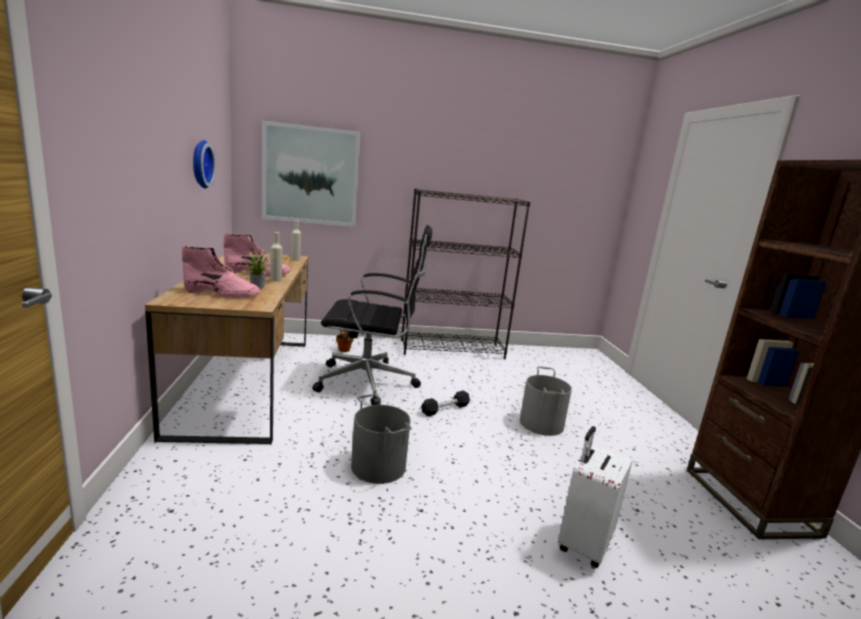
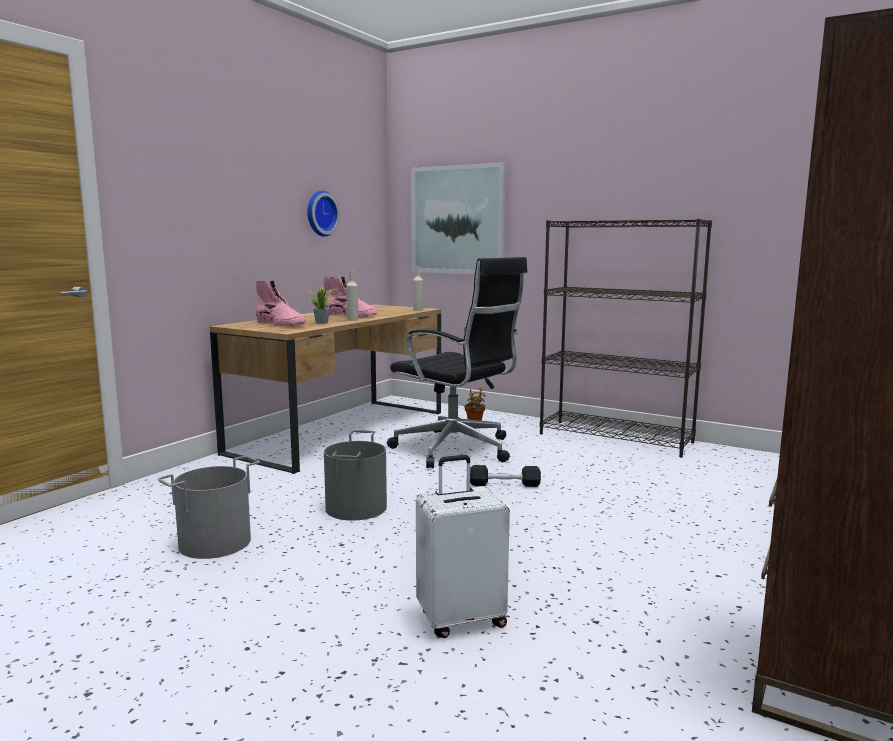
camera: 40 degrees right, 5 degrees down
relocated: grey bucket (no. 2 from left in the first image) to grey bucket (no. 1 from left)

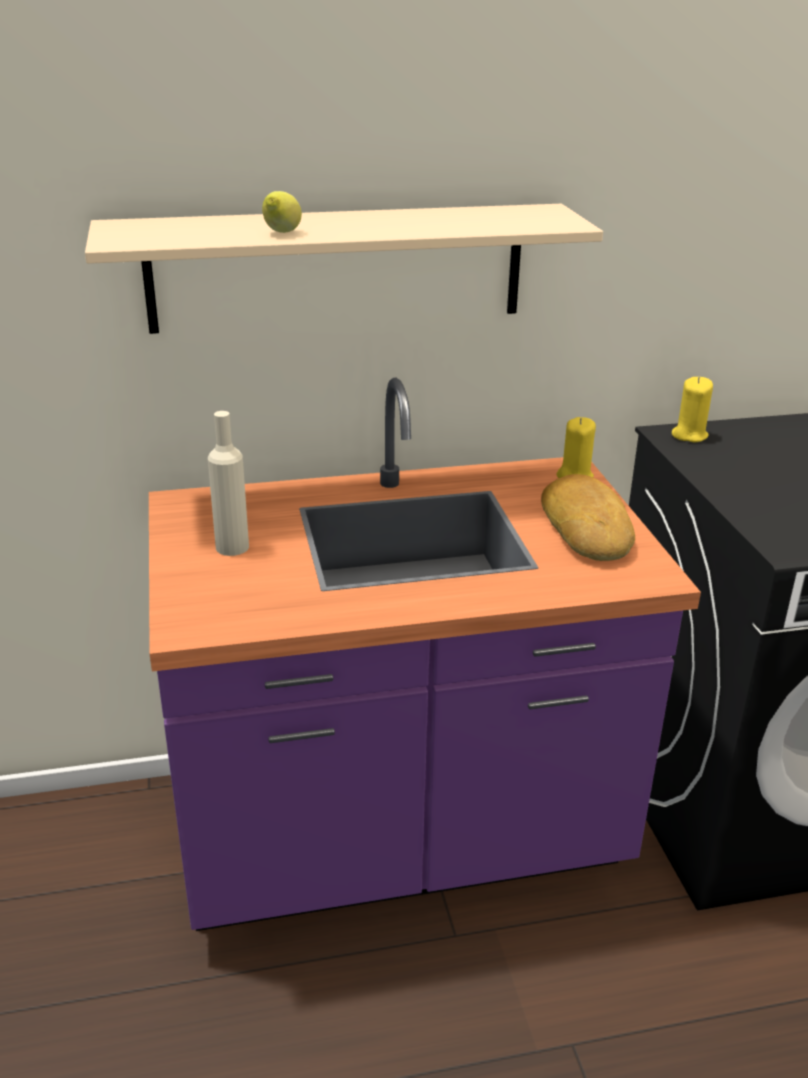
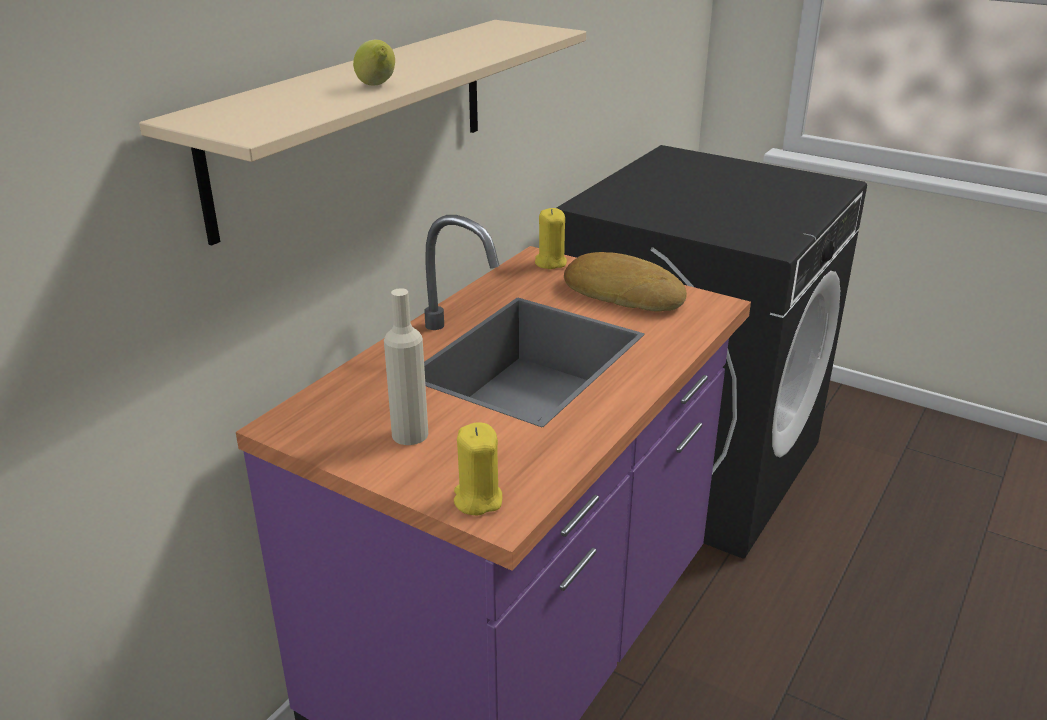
camera: 45 degrees left, 0 degrees up
relocated: yellow candle (no. 2 from left in the first image) to yellow candle (no. 1 from left)

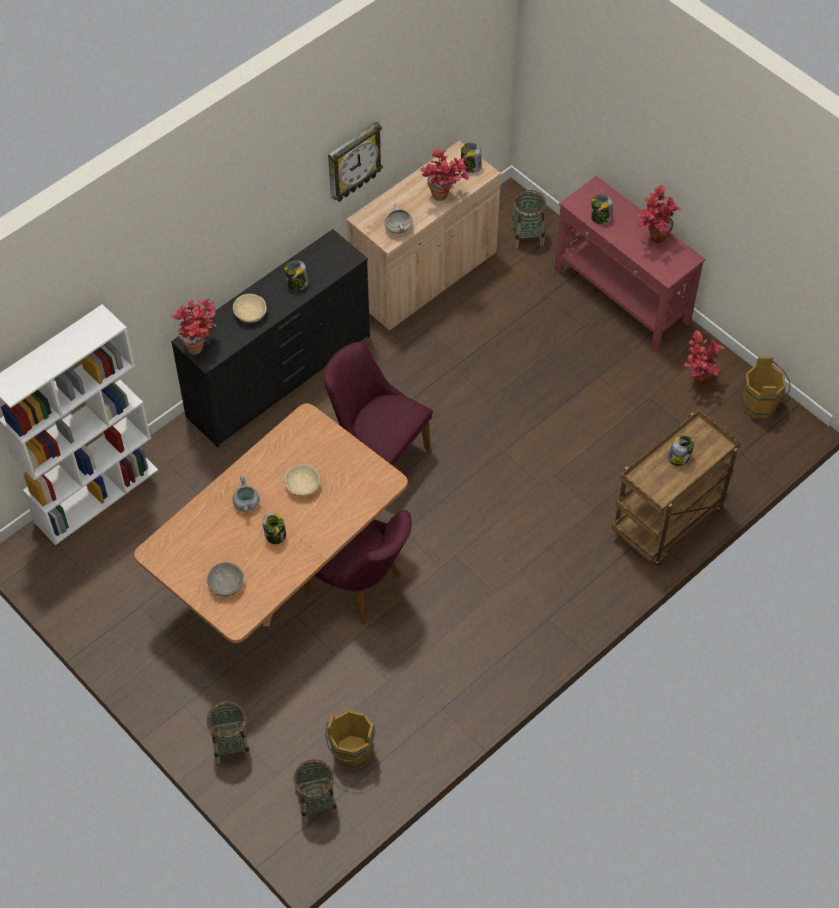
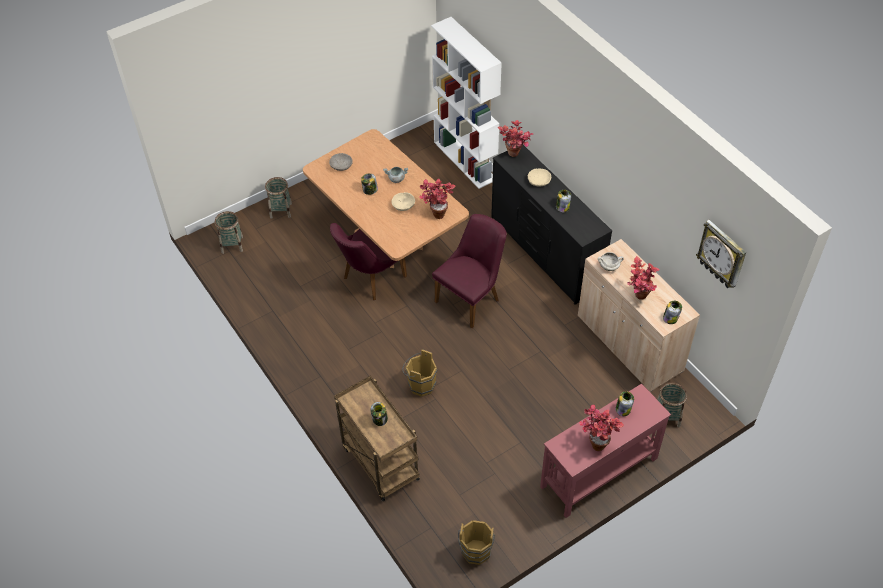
camera: 100 degrees right, 5 degrees down
relocated: brown bucket (no. 1 from left); wall clock; potted plant (no. 4 from left in the first image) to potted plant (no. 1 from left)

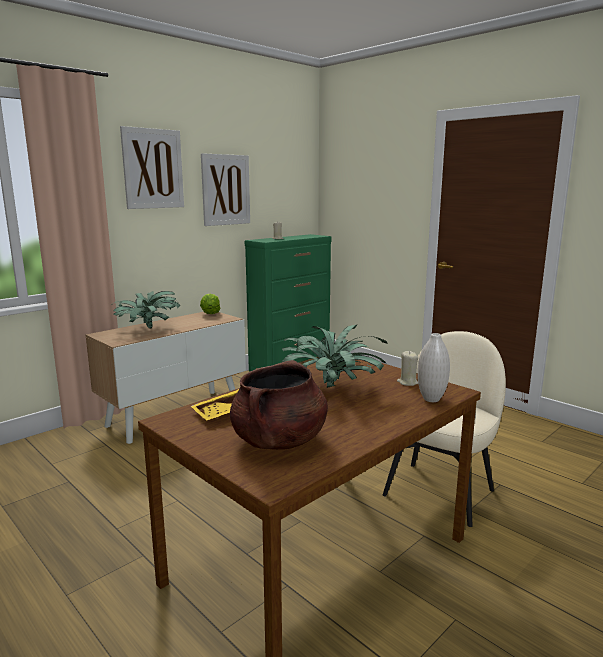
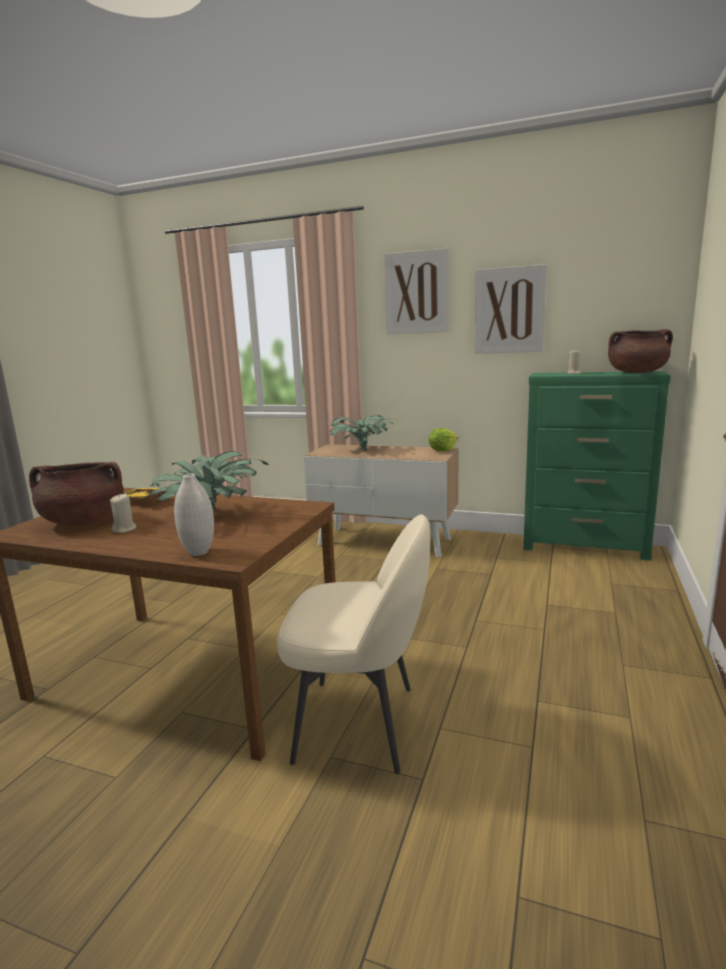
camera: 65 degrees right, 0 degrees up
appeared: brown cooking pot (no. 2 from left)
relocated: beige candle (no. 2 from left in the first image) to beige candle (no. 1 from left)

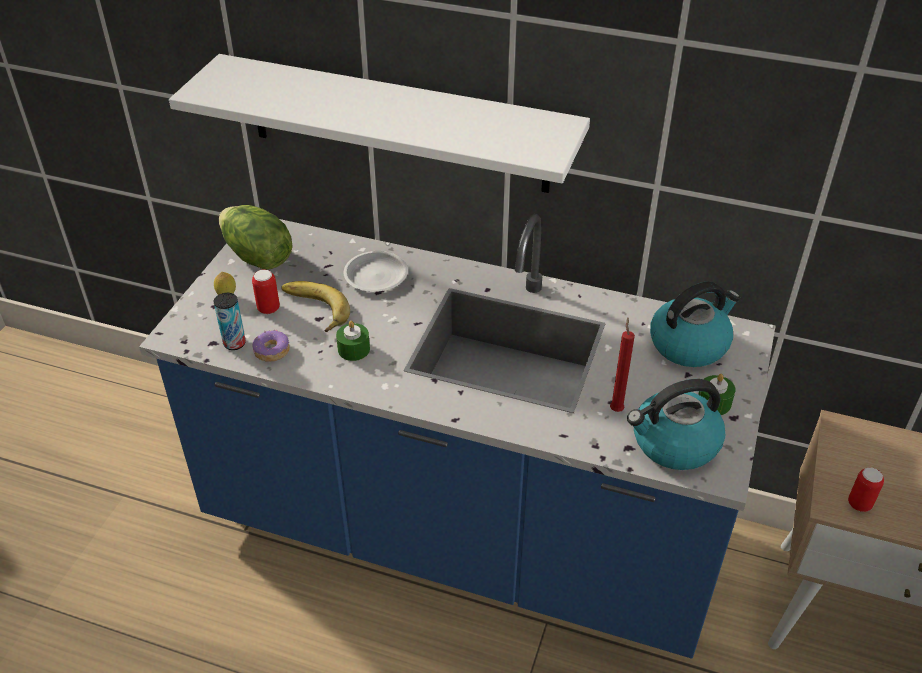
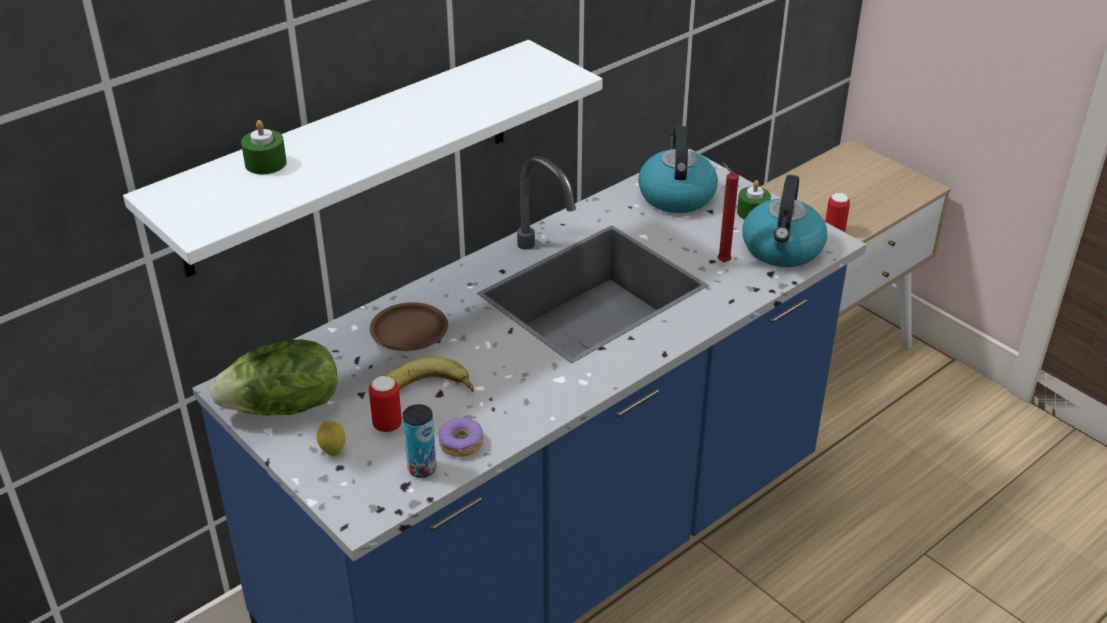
camera: 60 degrees left, 5 degrees down
relocated: green candle (no. 1 from left)
colour: white plate to brown plate

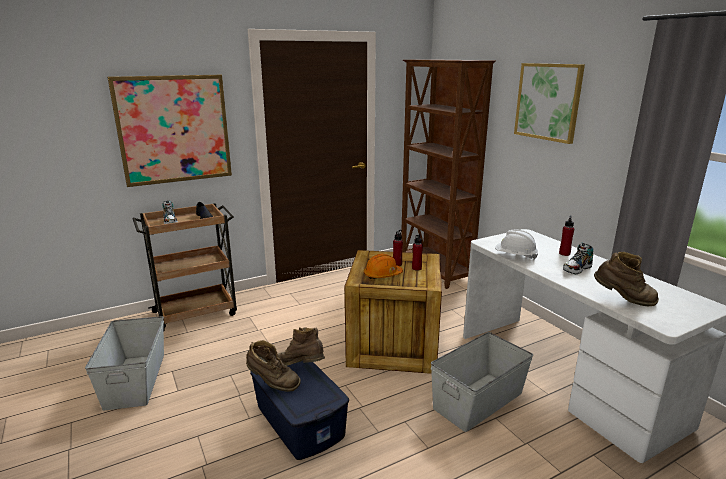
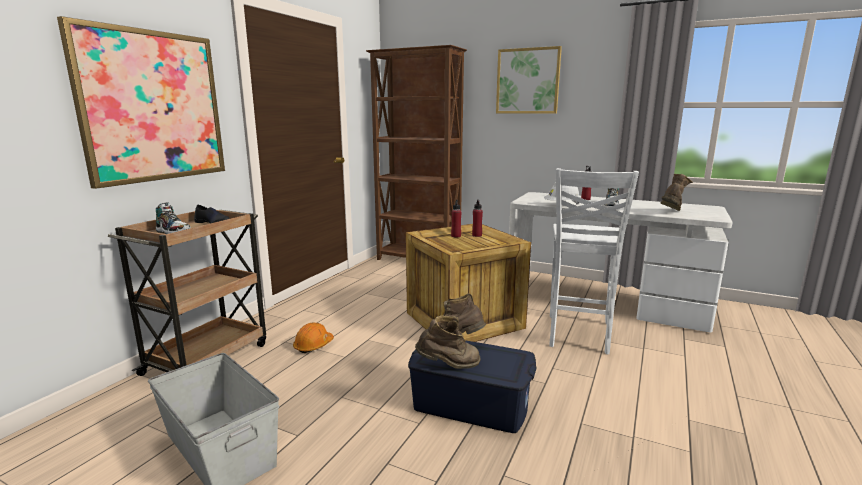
camera: 35 degrees left, 5 degrees down
relocated: orange hard hat
exchanged: grey storage box (no. 2 from left) to white chair
spun: brown boot (no. 3 from left) 45 degrees counterclockwise

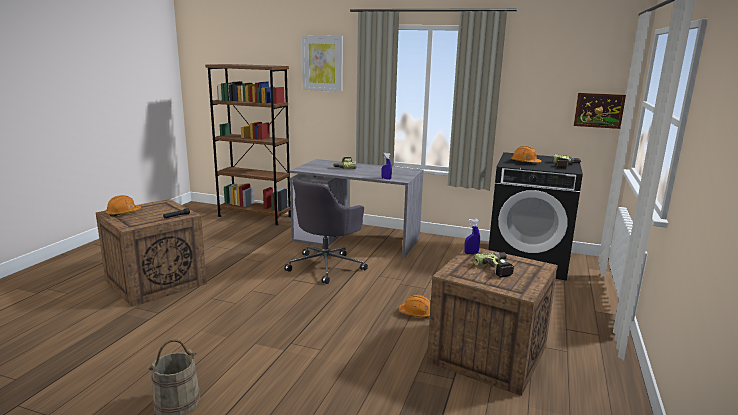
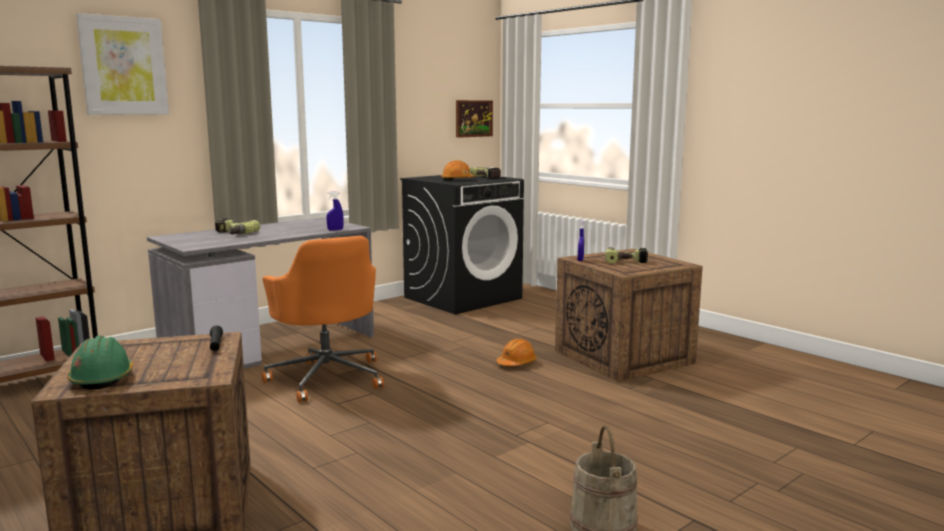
camera: 60 degrees left, 5 degrees down
colour: orange hard hat (no. 1 from left) to green hard hat; grey office chair to orange office chair

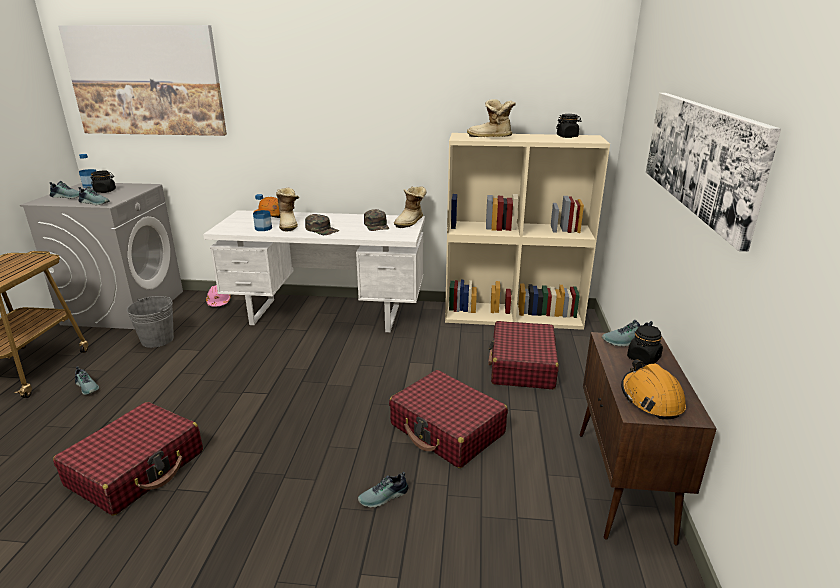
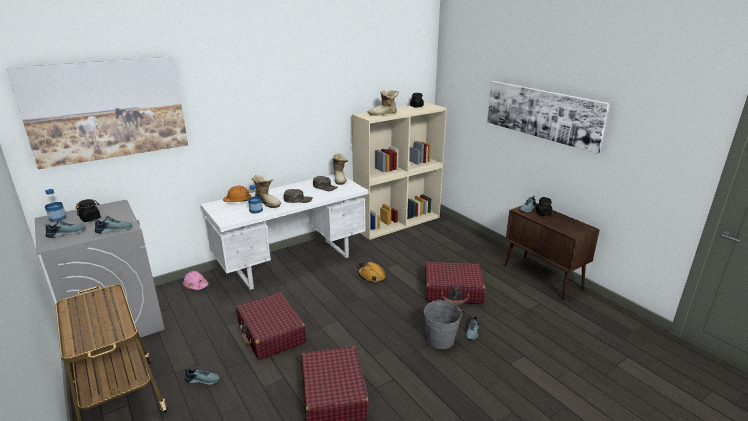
camera: 40 degrees left, 0 degrees up
relocated: grey bucket; red suitcase (no. 3 from left in the first image) to red suitcase (no. 1 from left); orange hard hat (no. 2 from left)

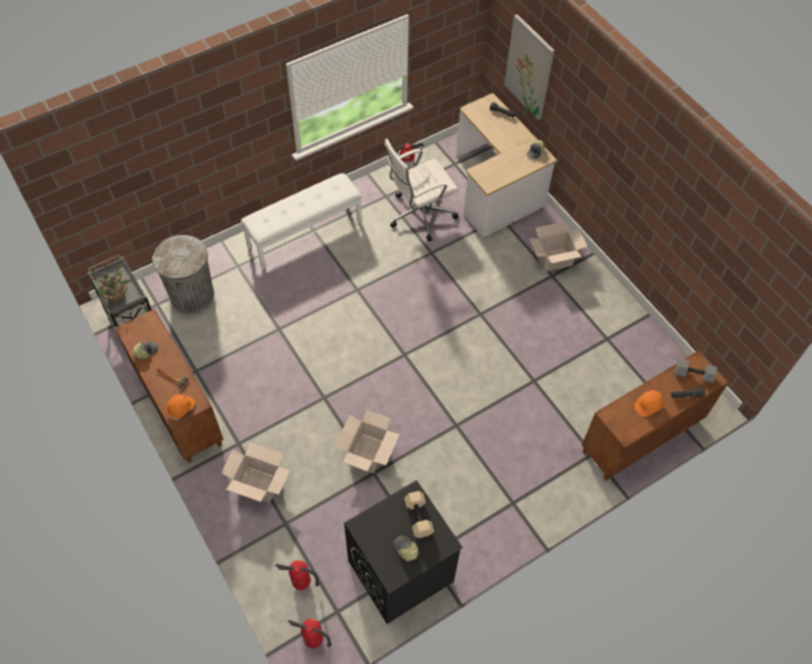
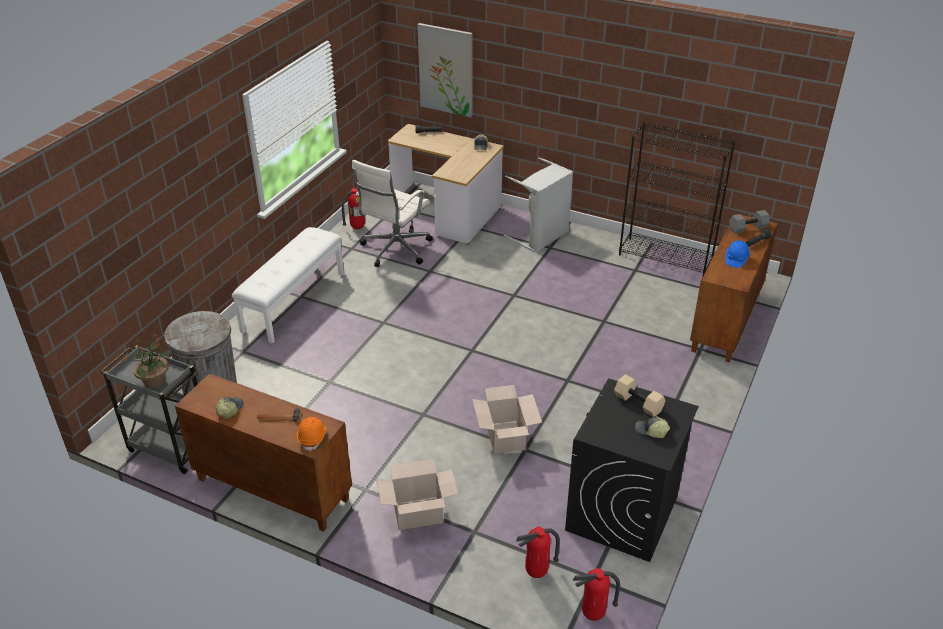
camera: 30 degrees left, 20 degrees down
appeared: black bookcase
exchanged: cardboard box (no. 3 from left) to grey laundry basket
colour: orange hard hat (no. 2 from left) to blue hard hat

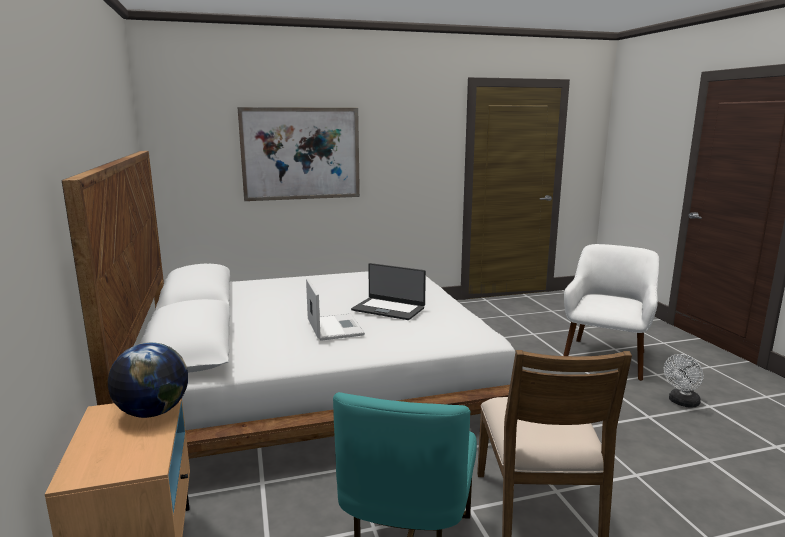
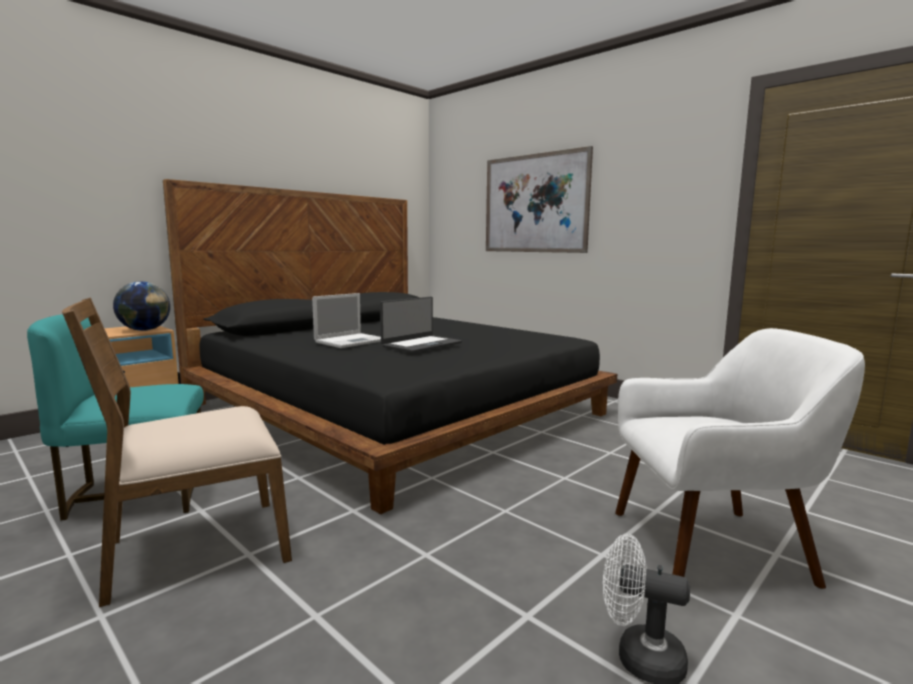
camera: 60 degrees right, 5 degrees down
colour: white bed to black bed
spun: laptop (no. 2 from left) 135 degrees counterclockwise

